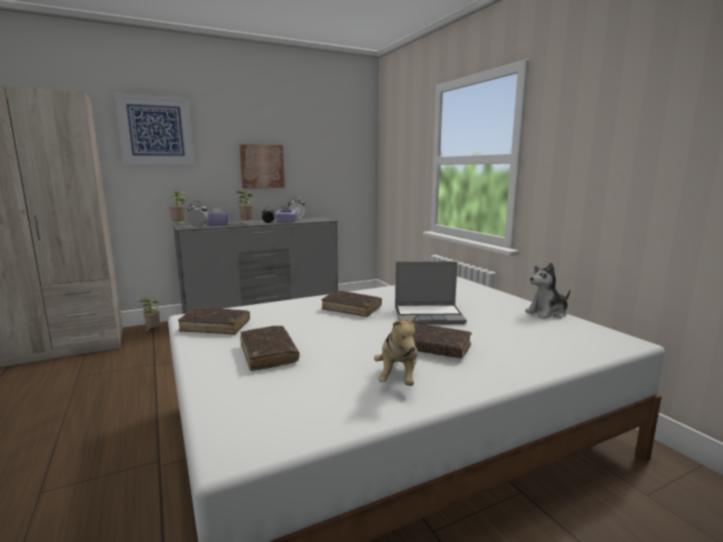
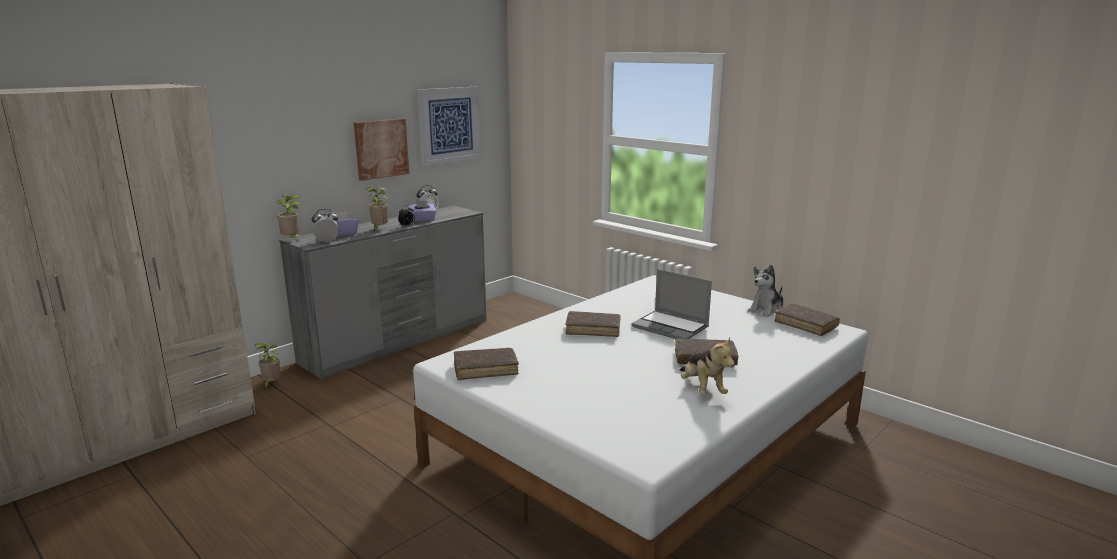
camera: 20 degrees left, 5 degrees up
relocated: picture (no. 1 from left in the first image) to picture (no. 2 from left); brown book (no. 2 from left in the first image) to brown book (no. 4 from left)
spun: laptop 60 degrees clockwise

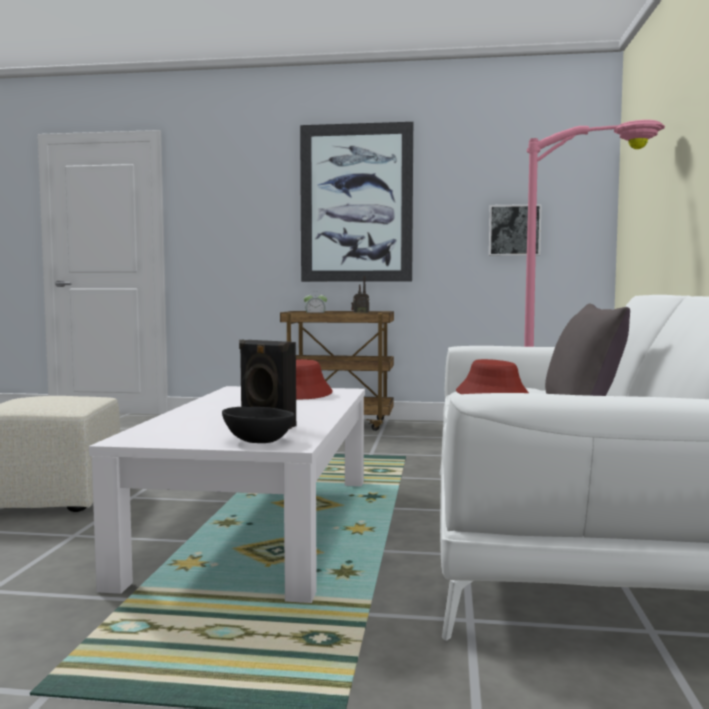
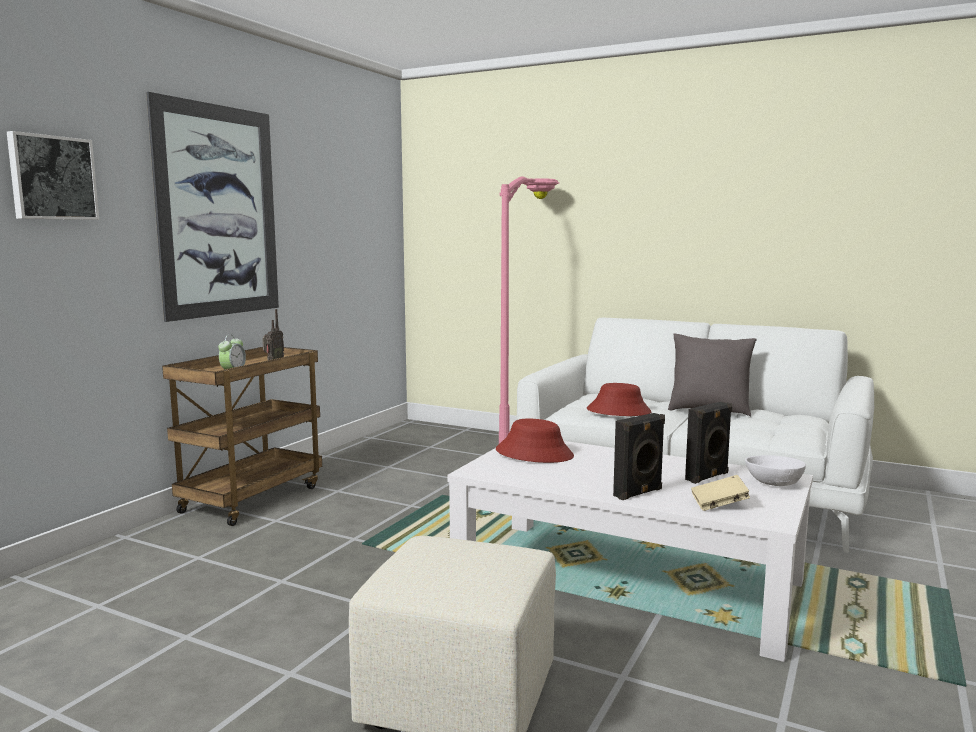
camera: 70 degrees left, 5 degrees up
appeared: black speaker (no. 1 from left); beige book
relocated: picture (no. 2 from left in the first image) to picture (no. 1 from left)
colour: black bowl to white bowl

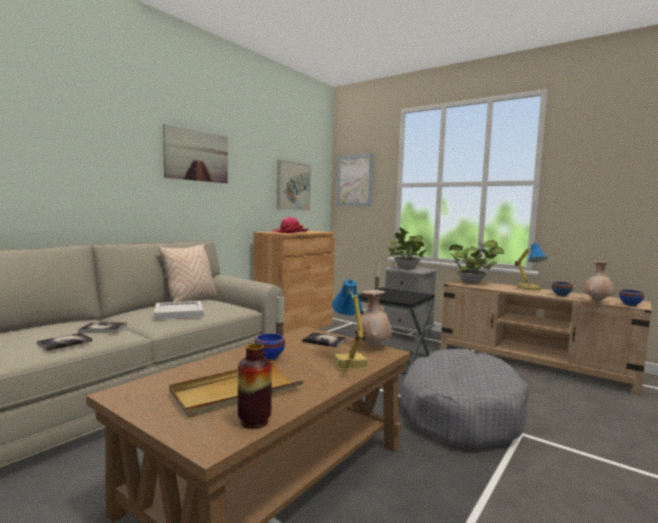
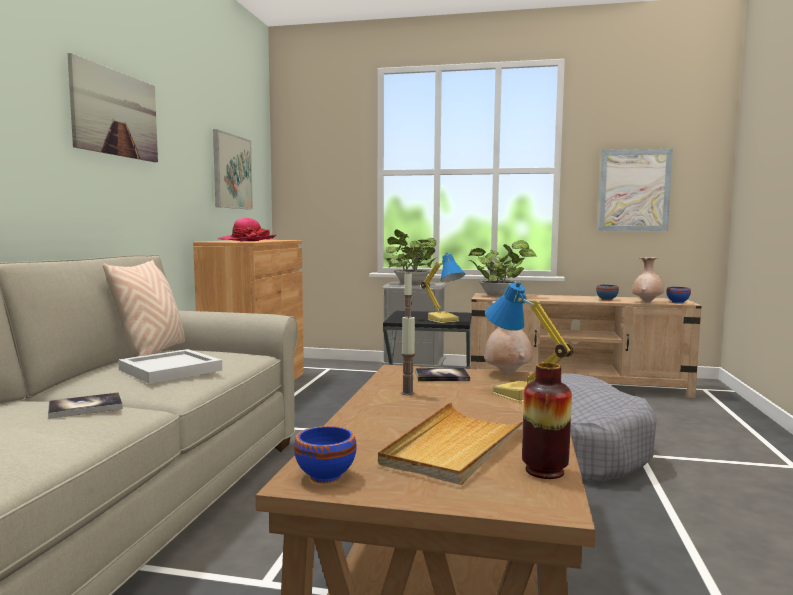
camera: 25 degrees left, 0 degrees up
missing: book (no. 1 from left)
relocated: blue bowl (no. 1 from left); picture (no. 3 from left); table lamp (no. 2 from left in the first image) to table lamp (no. 1 from left)

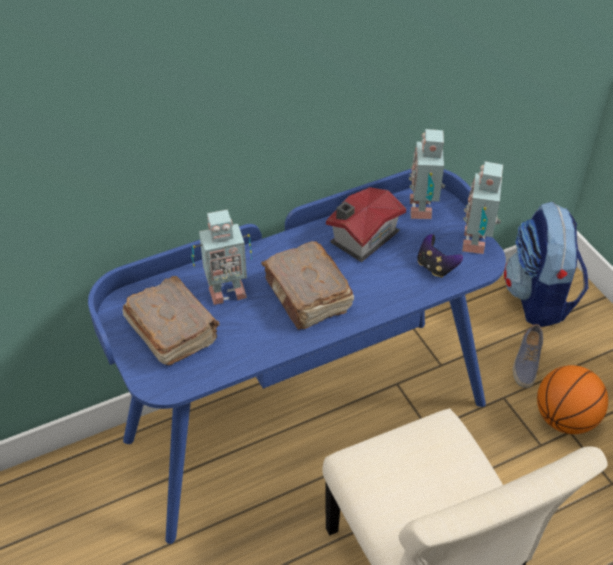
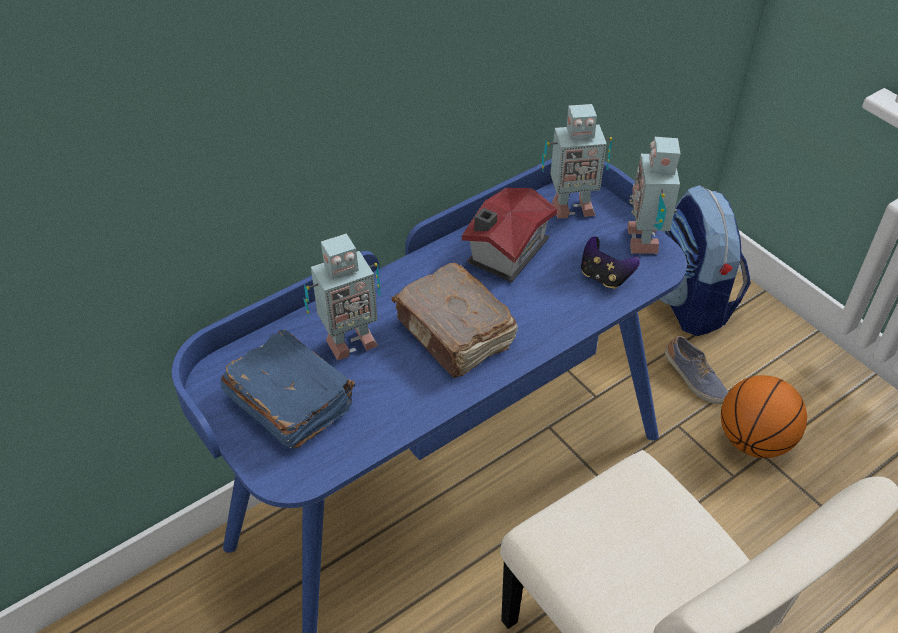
camera: 10 degrees left, 0 degrees up
colour: brown book (no. 1 from left) to blue book
spun: toy robot (no. 2 from left) 90 degrees counterclockwise; shoe 45 degrees counterclockwise

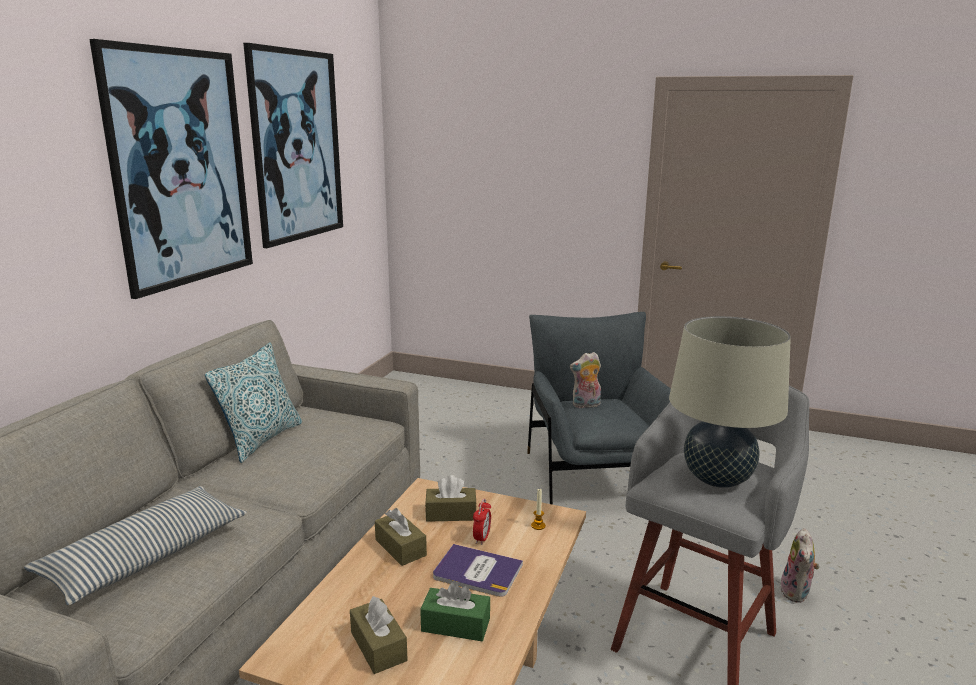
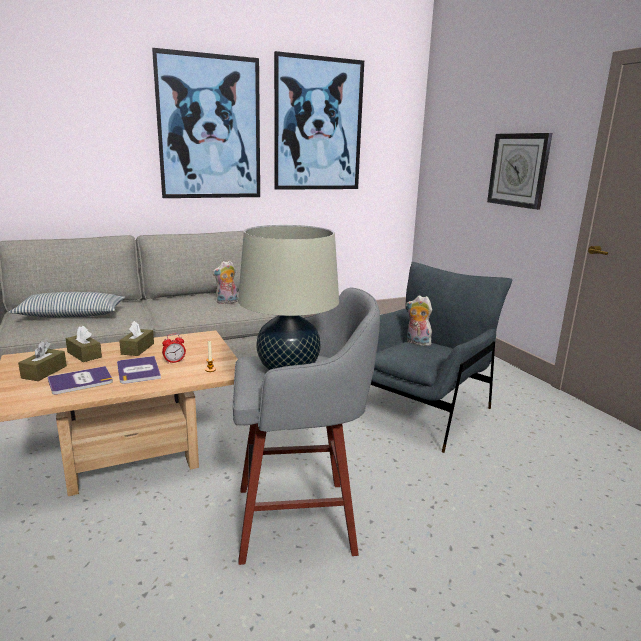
camera: 45 degrees right, 0 degrees up
missing: pillow (no. 2 from left)
appeared: wall clock
relocated: brown tissue box (no. 3 from left in the first image) to brown tissue box (no. 2 from left); plush toy (no. 2 from left in the first image) to plush toy (no. 1 from left)
exchanged: green tissue box to book (no. 1 from left)

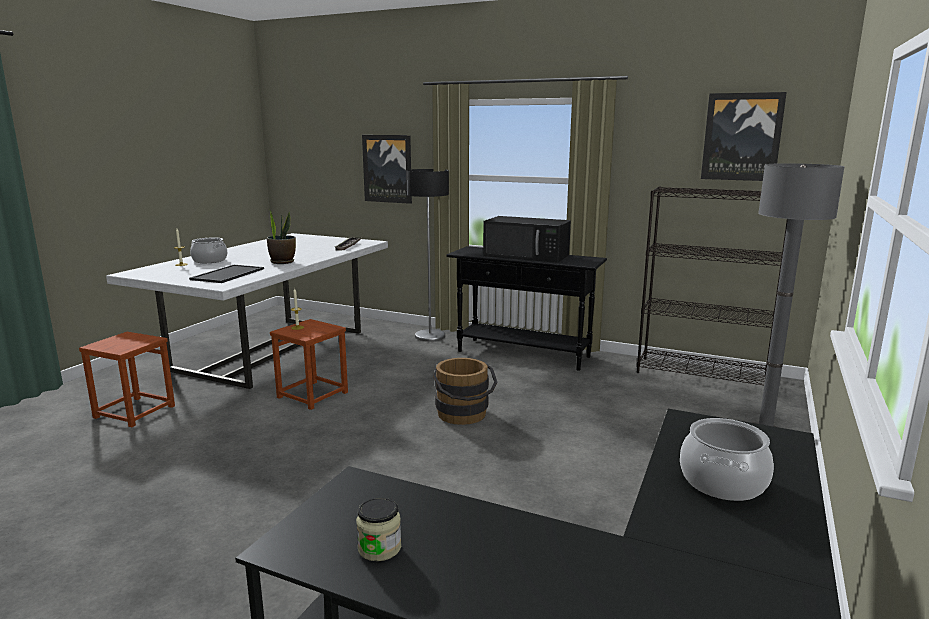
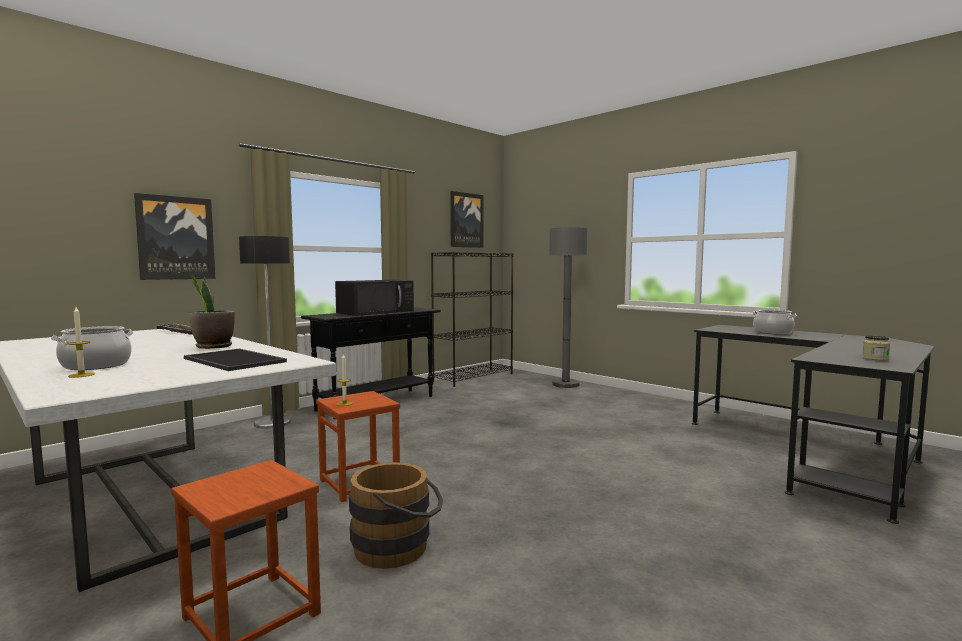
camera: 70 degrees left, 10 degrees down
relocated: brown bucket

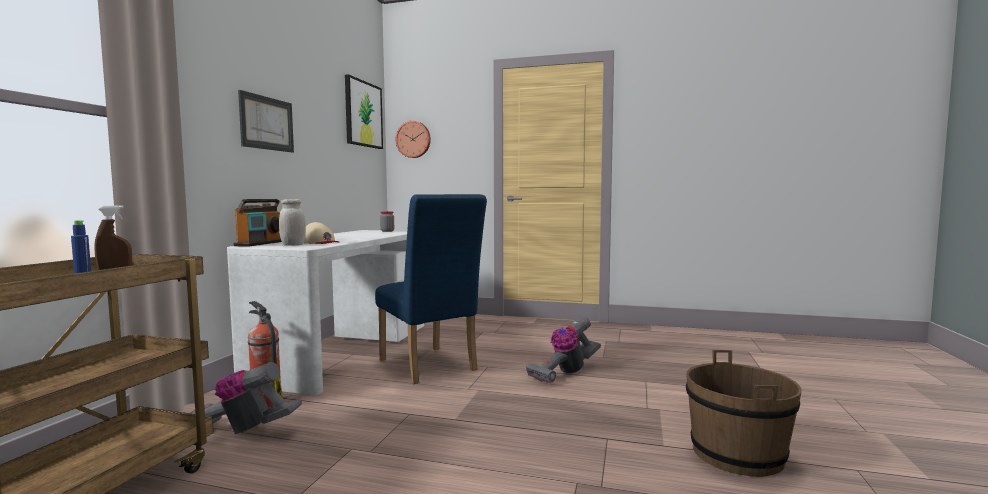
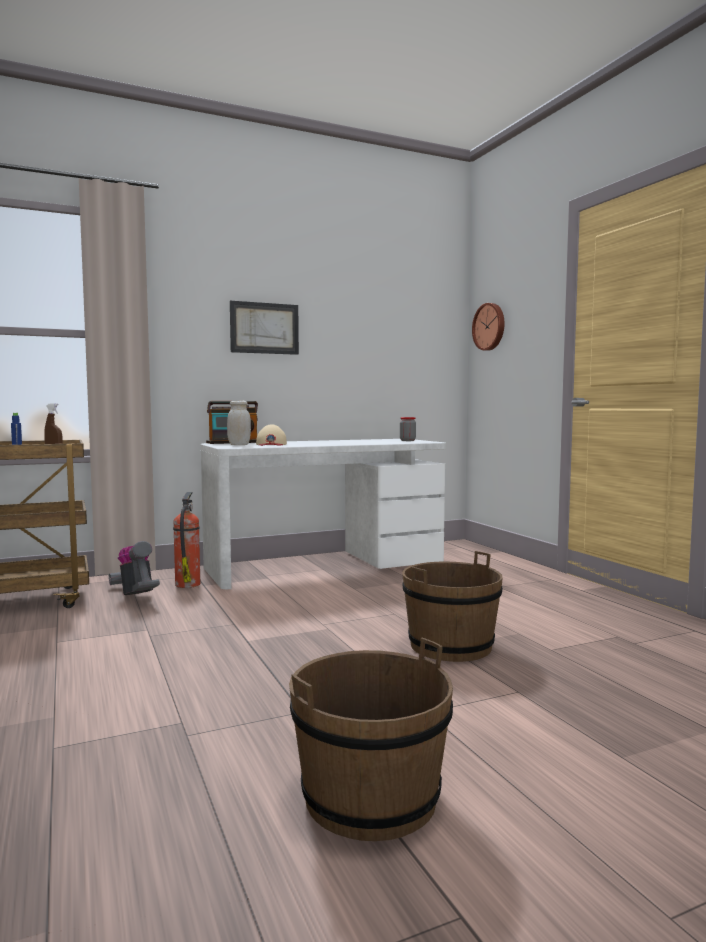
camera: 50 degrees right, 0 degrees up
missing: picture (no. 2 from left); blue chair
exchanged: vacuum cleaner (no. 2 from left) to brown bucket (no. 2 from left)

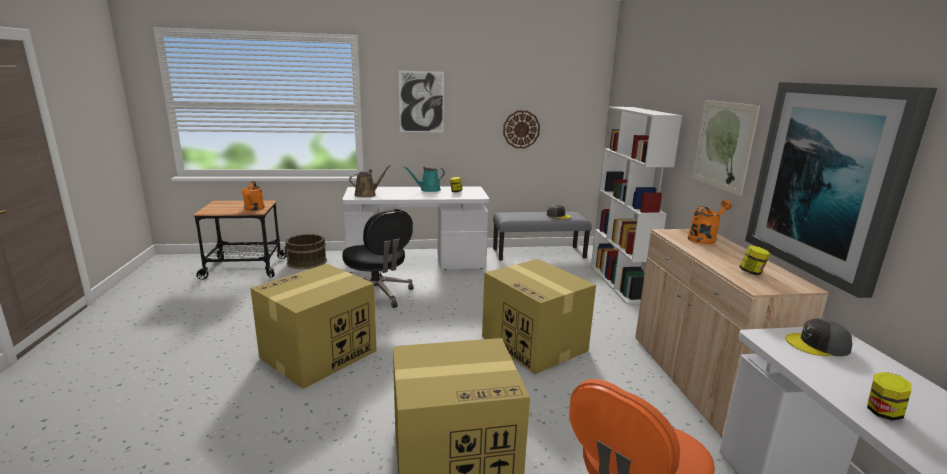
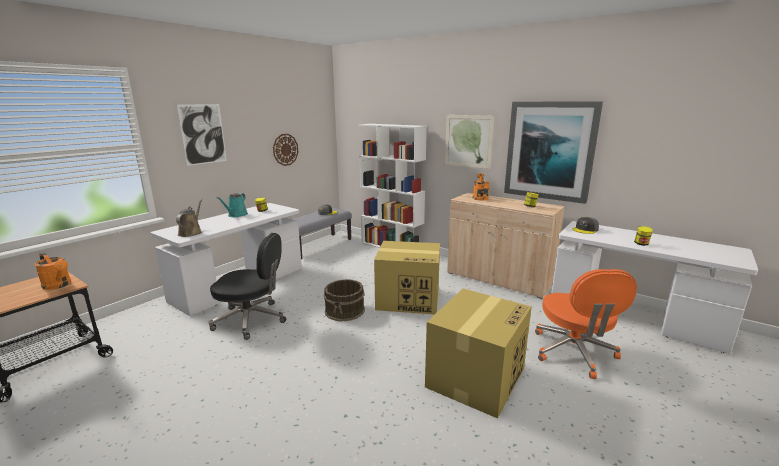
camera: 45 degrees left, 0 degrees up
missing: cardboard box (no. 1 from left)
relocated: brown bucket

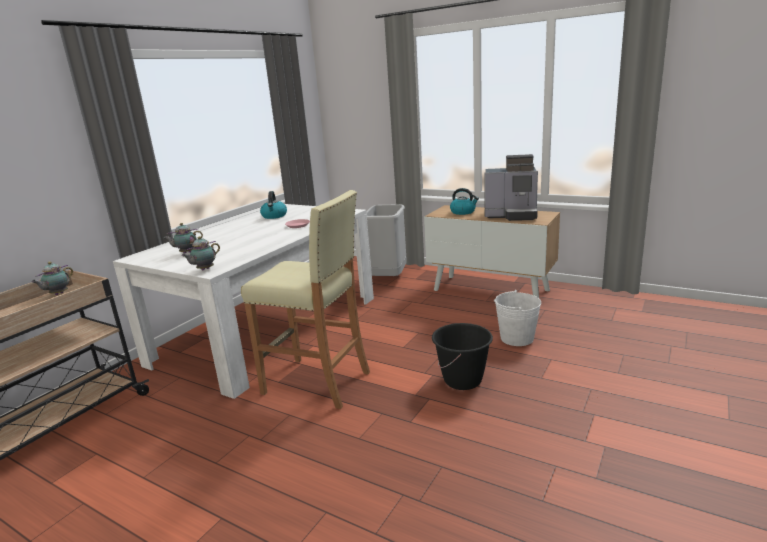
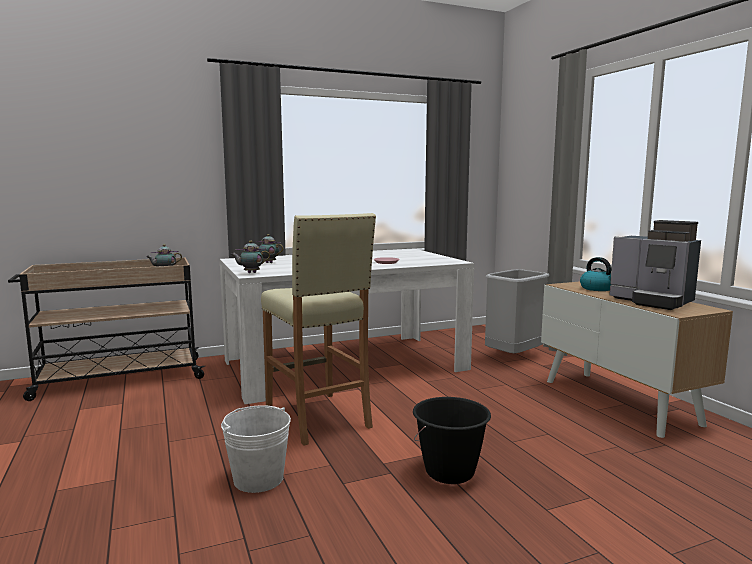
camera: 35 degrees right, 10 degrees down
missing: kettle (no. 1 from left)
relocated: white bucket

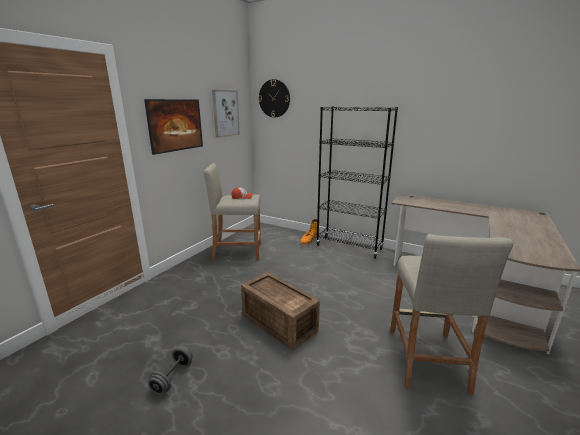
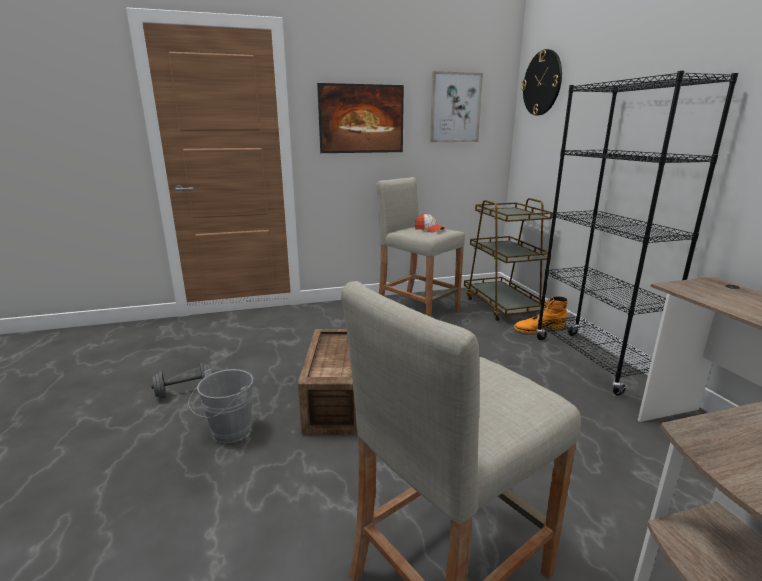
camera: 45 degrees right, 0 degrees up
appeared: grey bucket; brown cart

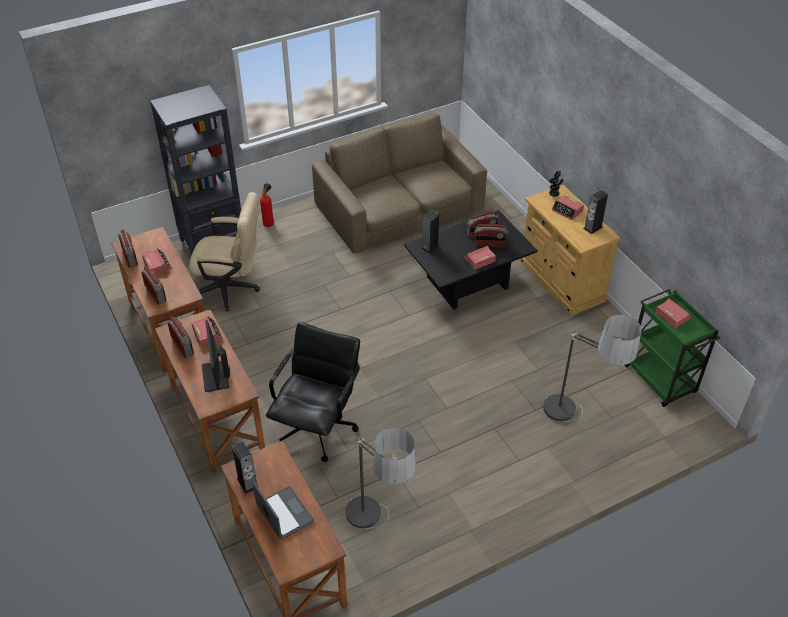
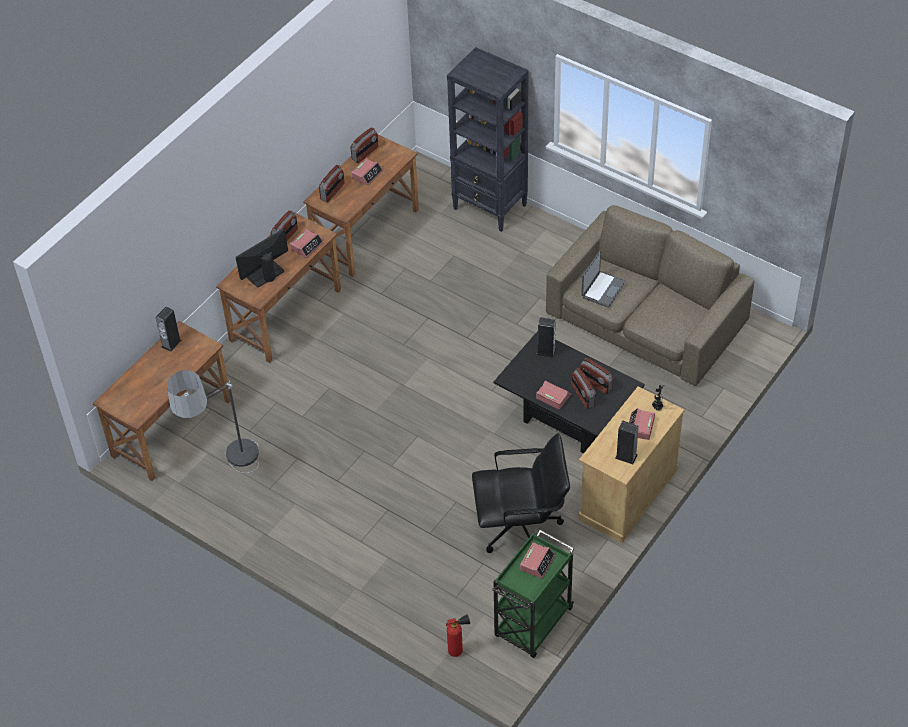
camera: 65 degrees right, 5 degrees up
missing: beige office chair; floor lamp (no. 2 from left)
relocated: laptop; fire extinguisher; black office chair

